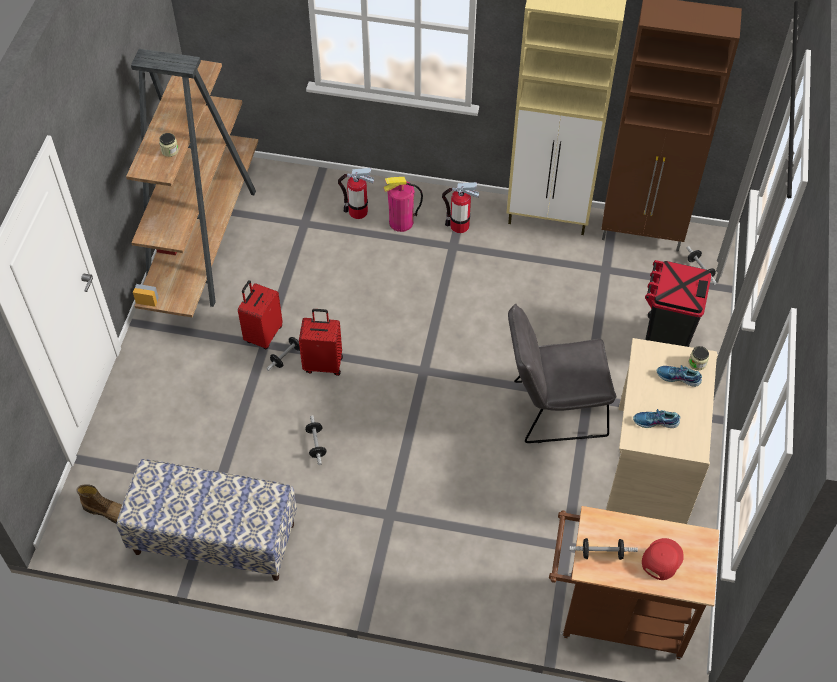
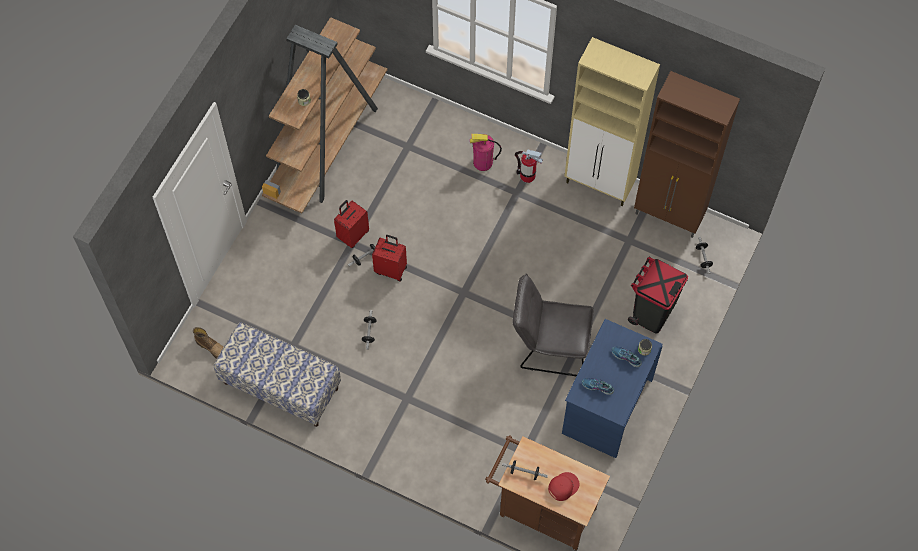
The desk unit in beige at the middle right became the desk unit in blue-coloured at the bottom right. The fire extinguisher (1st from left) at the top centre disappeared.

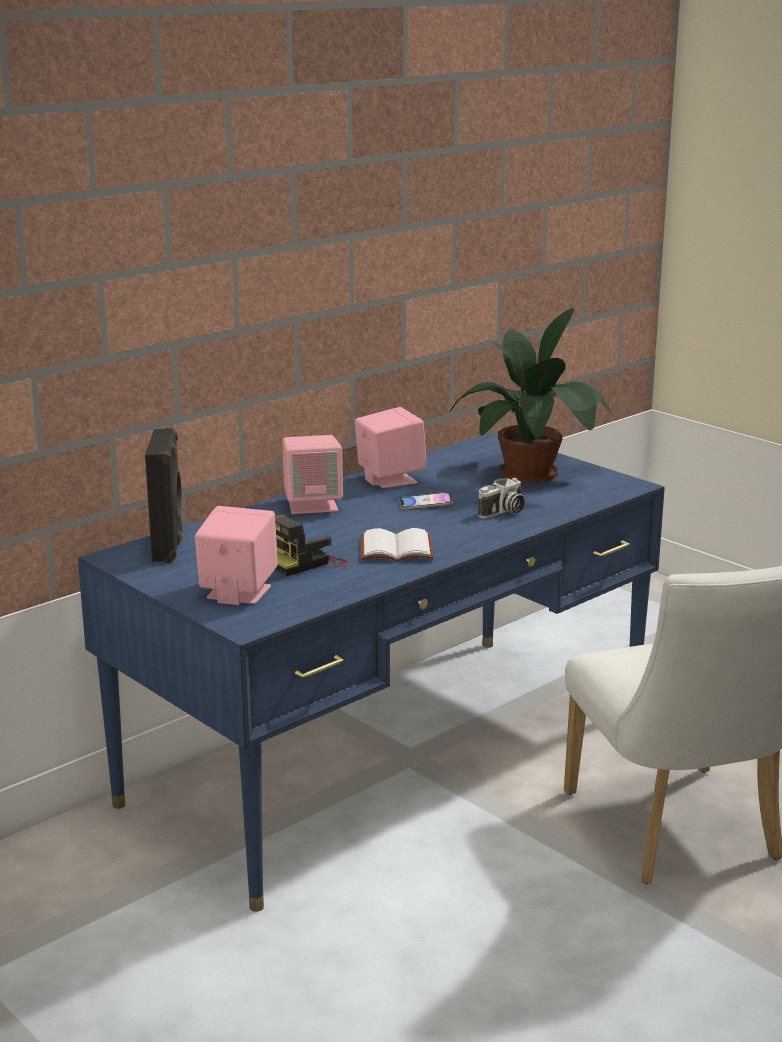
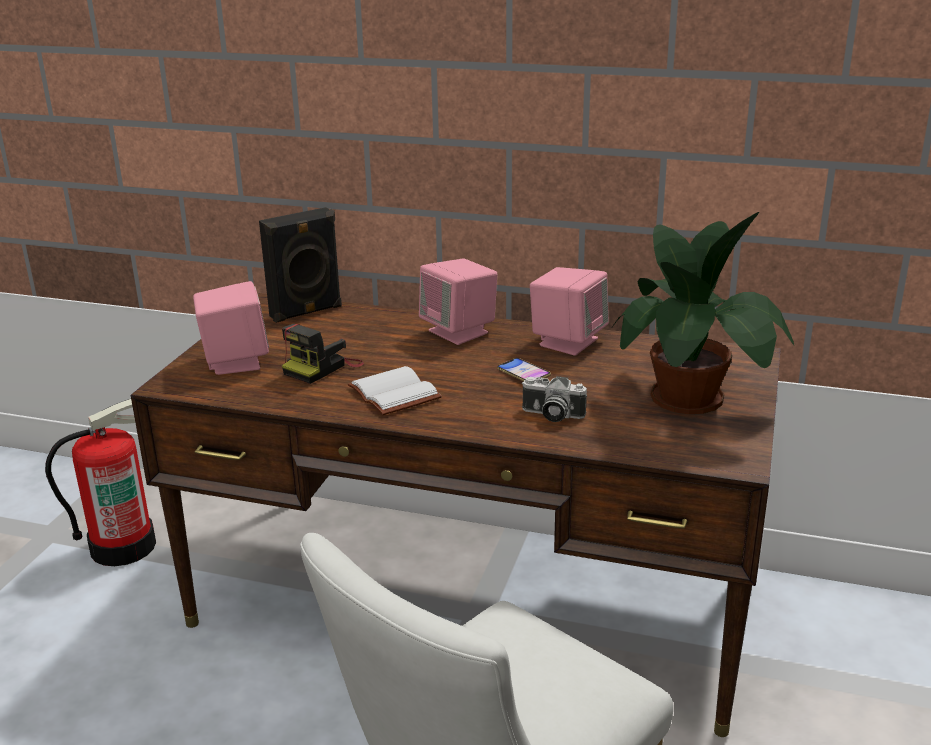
The fire extinguisher at the middle left appeared. The desk unit in blue-coloured at the centre became the desk unit in brown at the bottom centre. The photo camera (1st from left) at the centre turned 75 degrees counterclockwise.

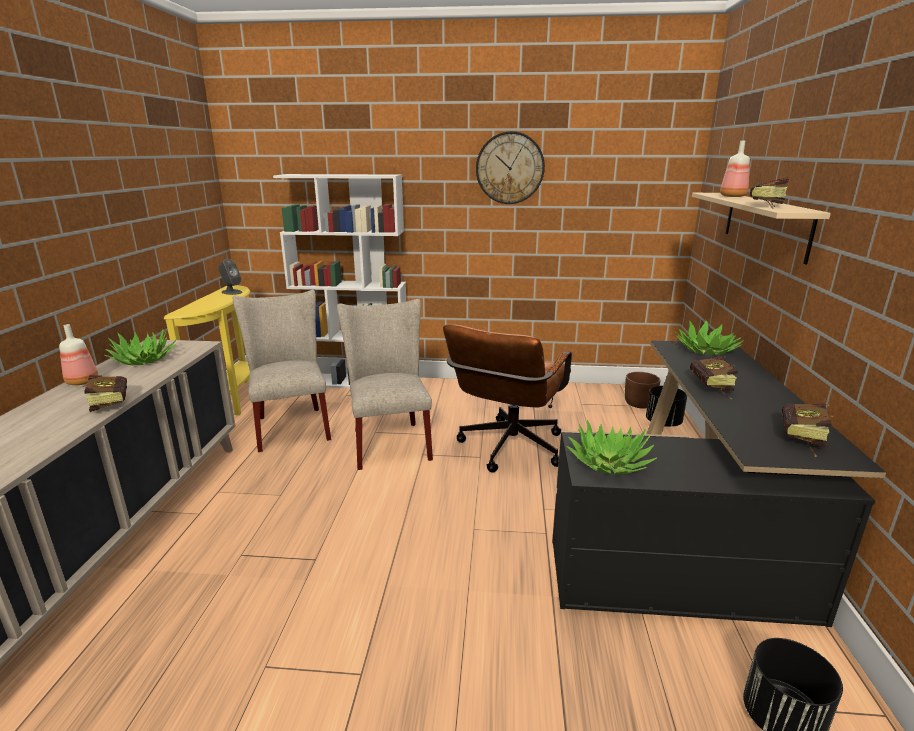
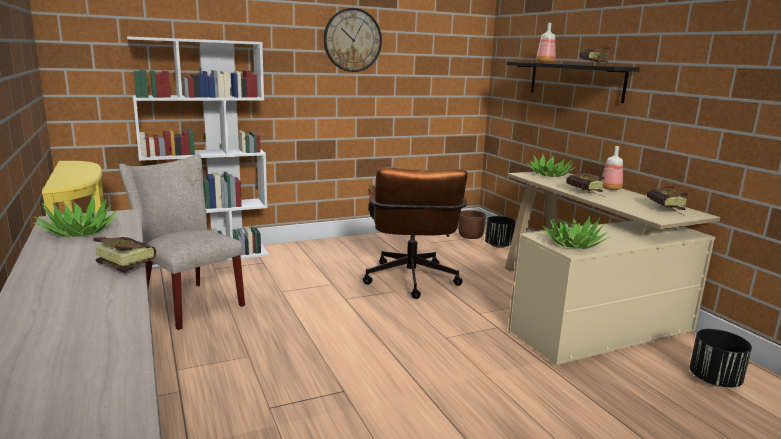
The desk unit in black-coloured at the middle right became the desk unit in beige at the middle right. The shelf in beige at the top right became the shelf in black-coloured at the top right. The beverage bottle (1st from left in the first image) moved from the middle left to the middle right. The audio speaker in greyish at the middle left disappeared. The chair in beige (2nd from left) at the centre disappeared.

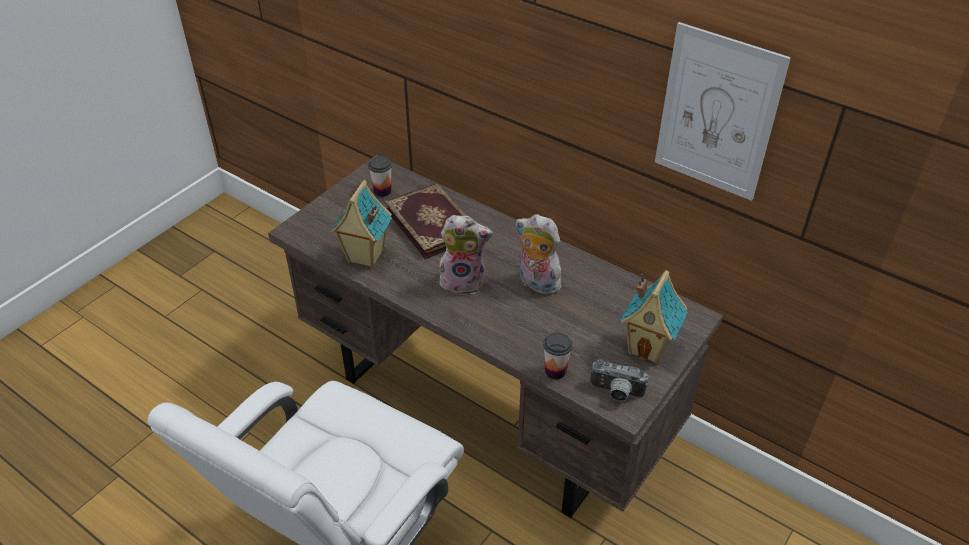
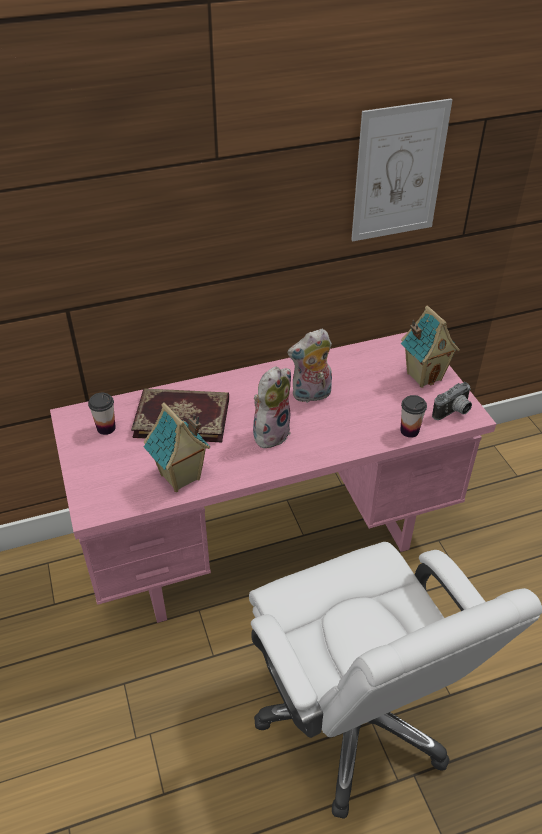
The desk unit in brown at the centre became the desk unit in pinkish at the centre.

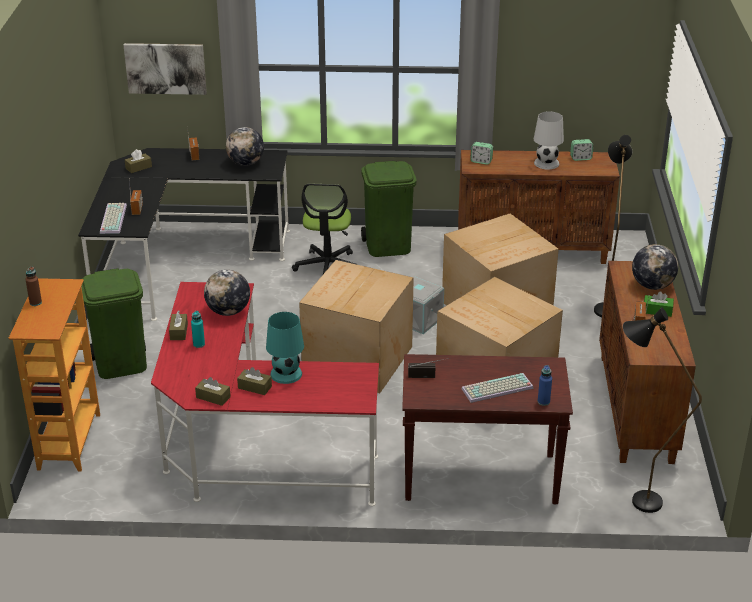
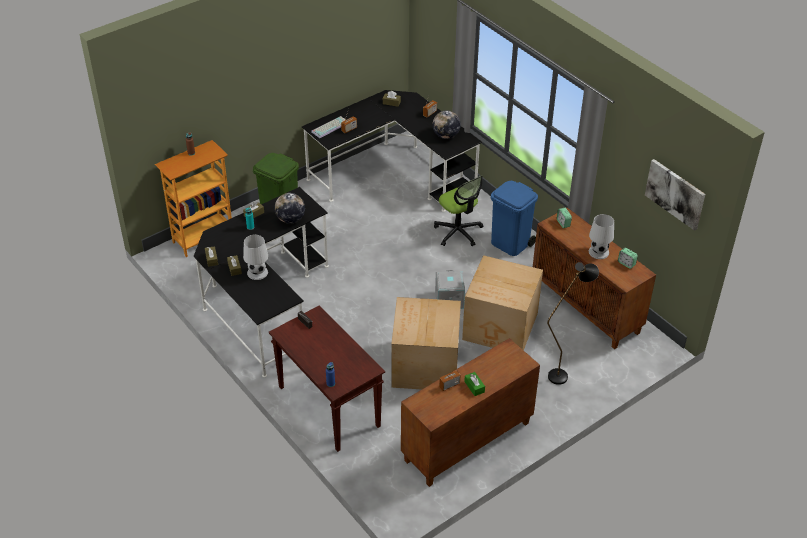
The desk unit in red-coloured at the centre became the desk unit in black-coloured (1st from left) at the middle left. The tabletop lamp in blue-green at the centre became the tabletop lamp in whitish (1st from left) at the middle left. The computer chair at the centre turned 90 degrees counterclockwise. The trash can in green-coloured (2nd from left) at the centre became the trash can in blue-coloured at the centre. The picture moved from the top left to the middle right. The carton (1st from left) at the centre disappeared. The PC keyboard (2nd from left) at the centre disappeared. The floor lamp in black-coloured (2nd from left) at the bottom right disappeared. The desk globe (3rd from left) at the middle right disappeared.

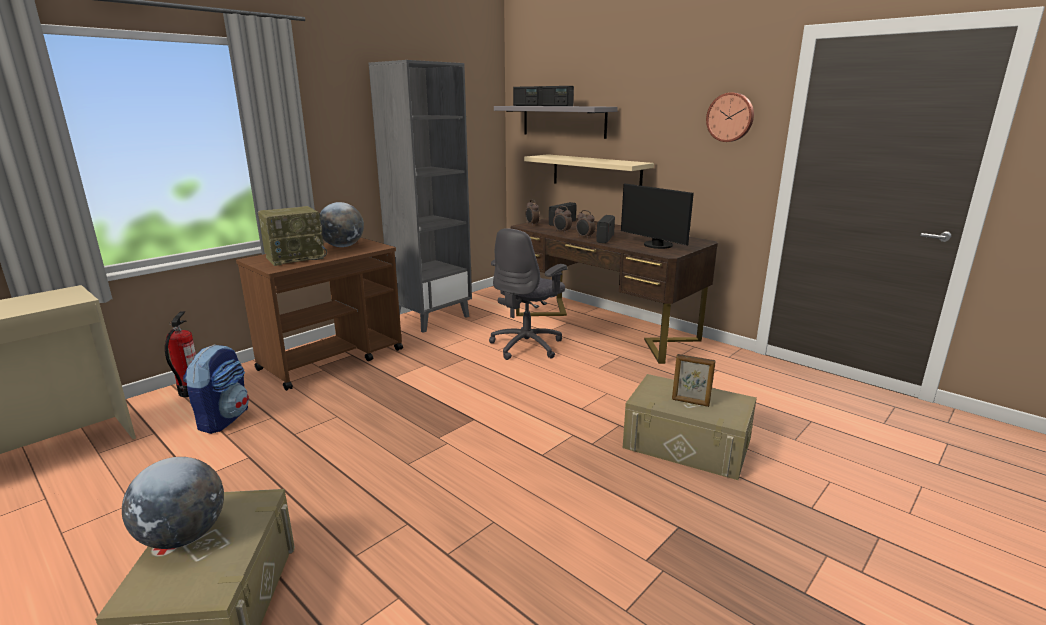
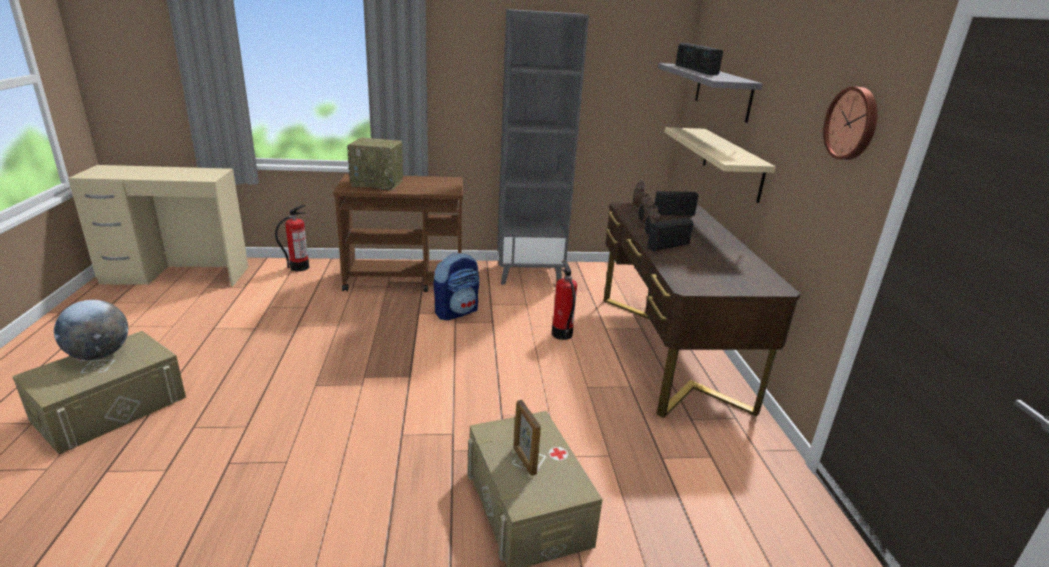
The backpack moved from the middle left to the centre. The computer chair in greyish at the centre was replaced by the fire extinguisher (2nd from left) at the centre. The desk globe (2nd from left) at the middle left disappeared. The computer display at the centre disappeared.

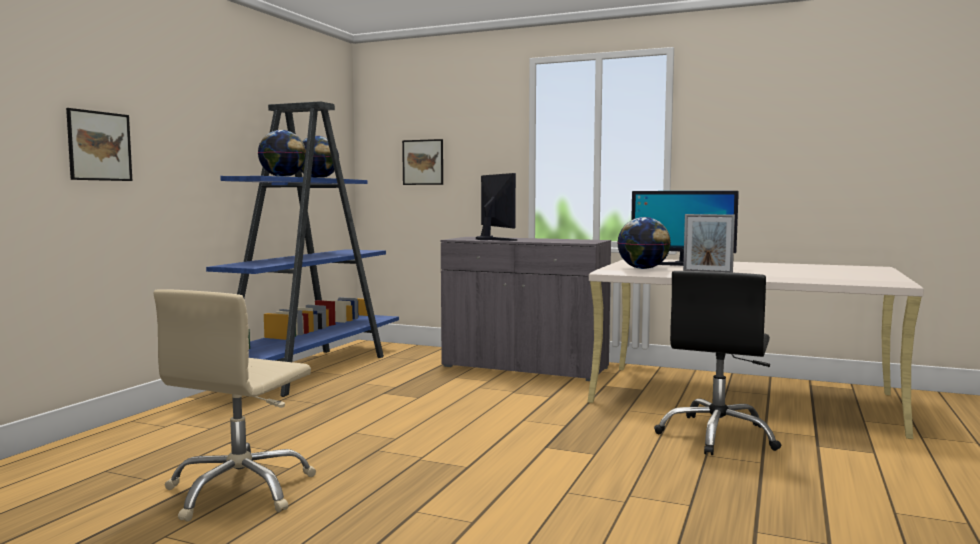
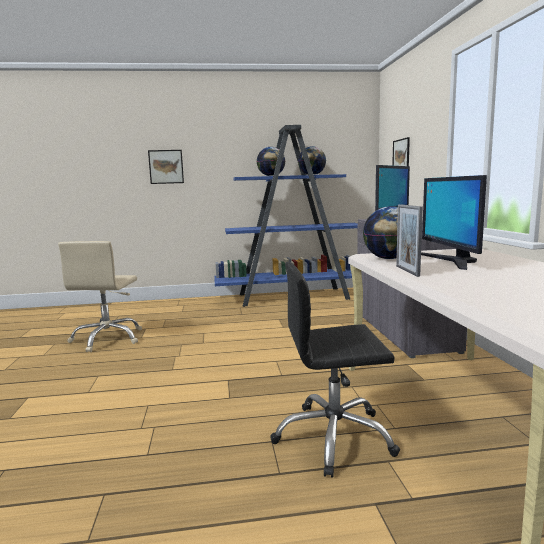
The computer chair in beige at the bottom left turned 75 degrees counterclockwise.

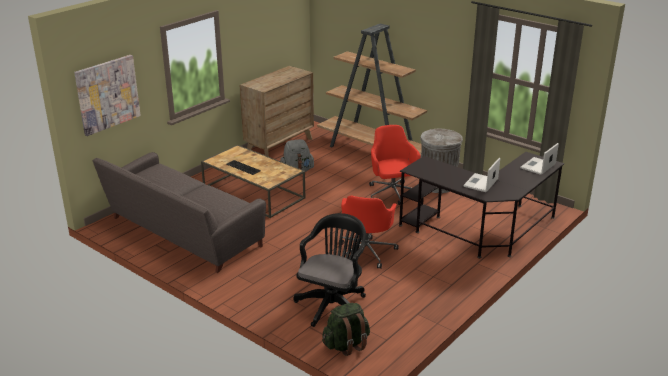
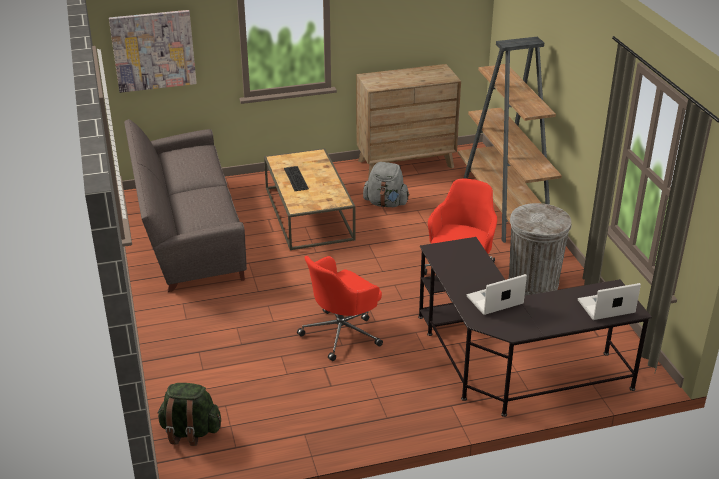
The computer chair in black-coloured at the bottom centre disappeared.

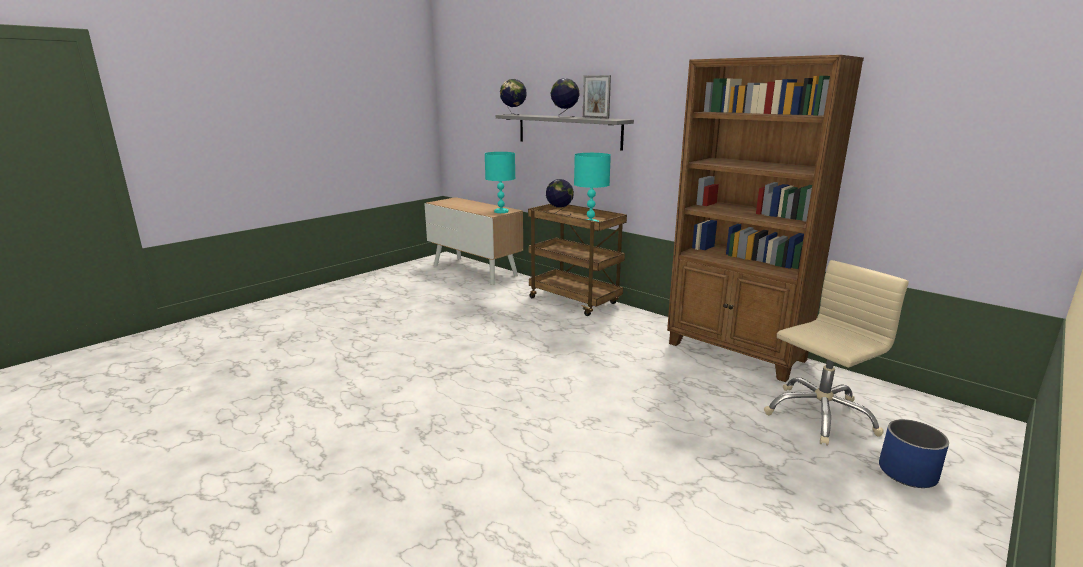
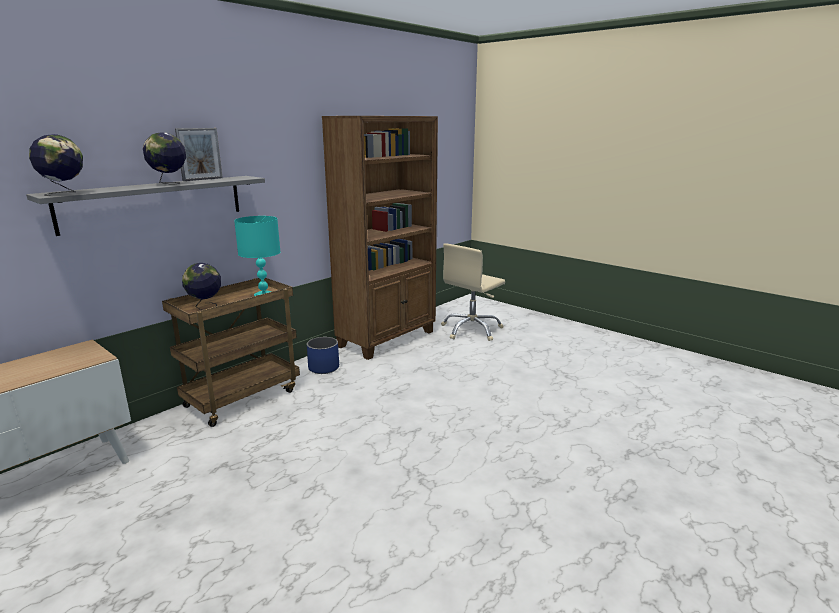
The plant pot in blue-coloured moved from the bottom right to the centre. The computer chair in beige at the middle right turned 105 degrees counterclockwise. The tabletop lamp in blue-green (1st from left) at the top centre disappeared.

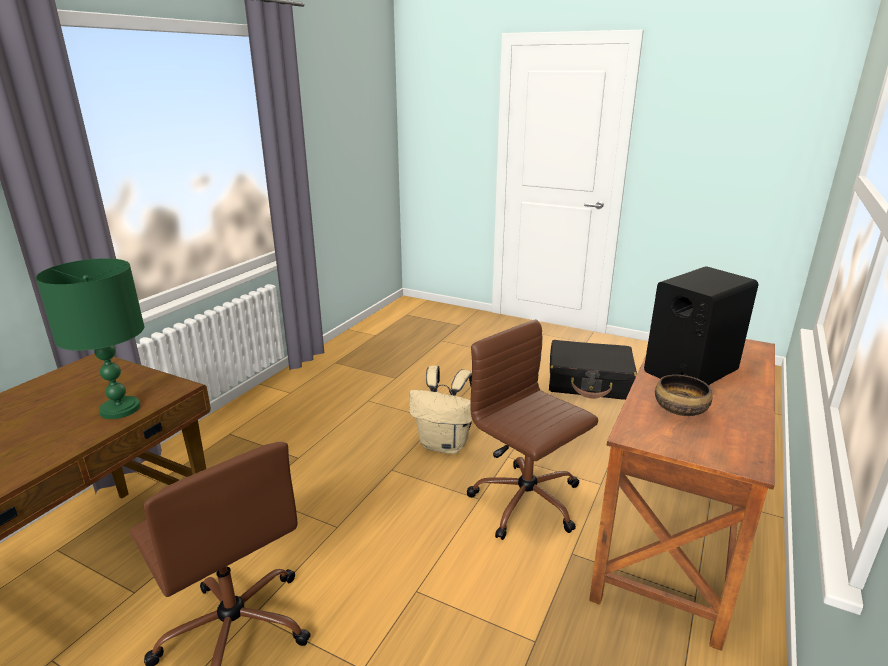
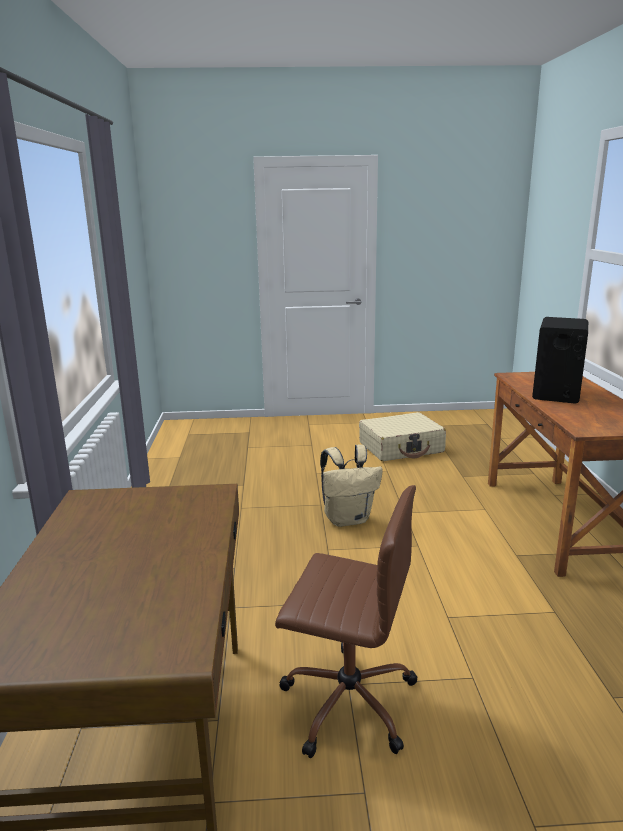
The travel case in black-coloured at the middle right became the travel case in beige at the centre. The tabletop lamp in green-coloured at the middle left disappeared. The computer chair in brown (2nd from left) at the centre disappeared. The serving bowl at the middle right disappeared.

